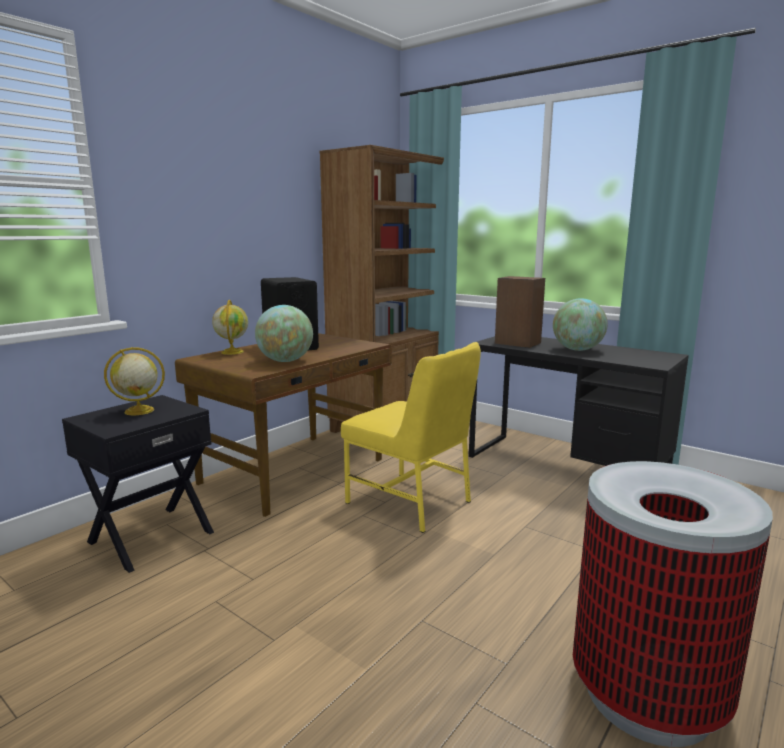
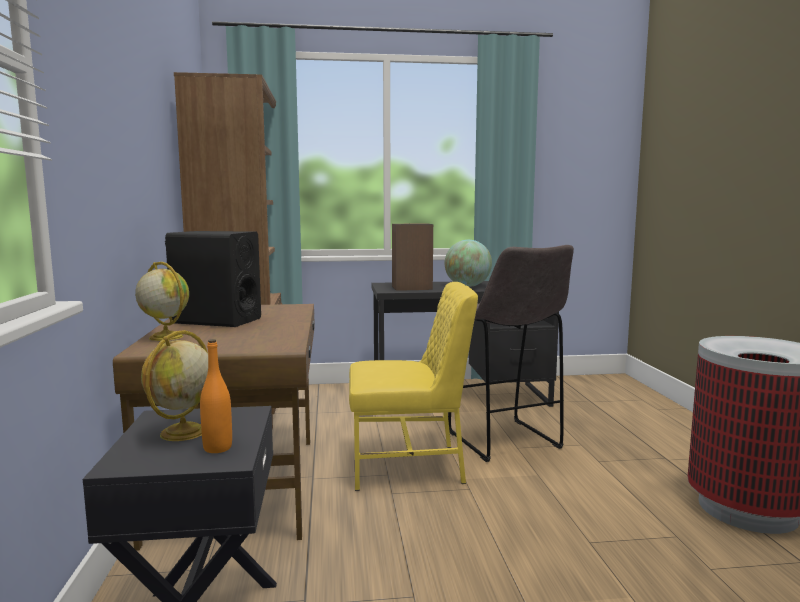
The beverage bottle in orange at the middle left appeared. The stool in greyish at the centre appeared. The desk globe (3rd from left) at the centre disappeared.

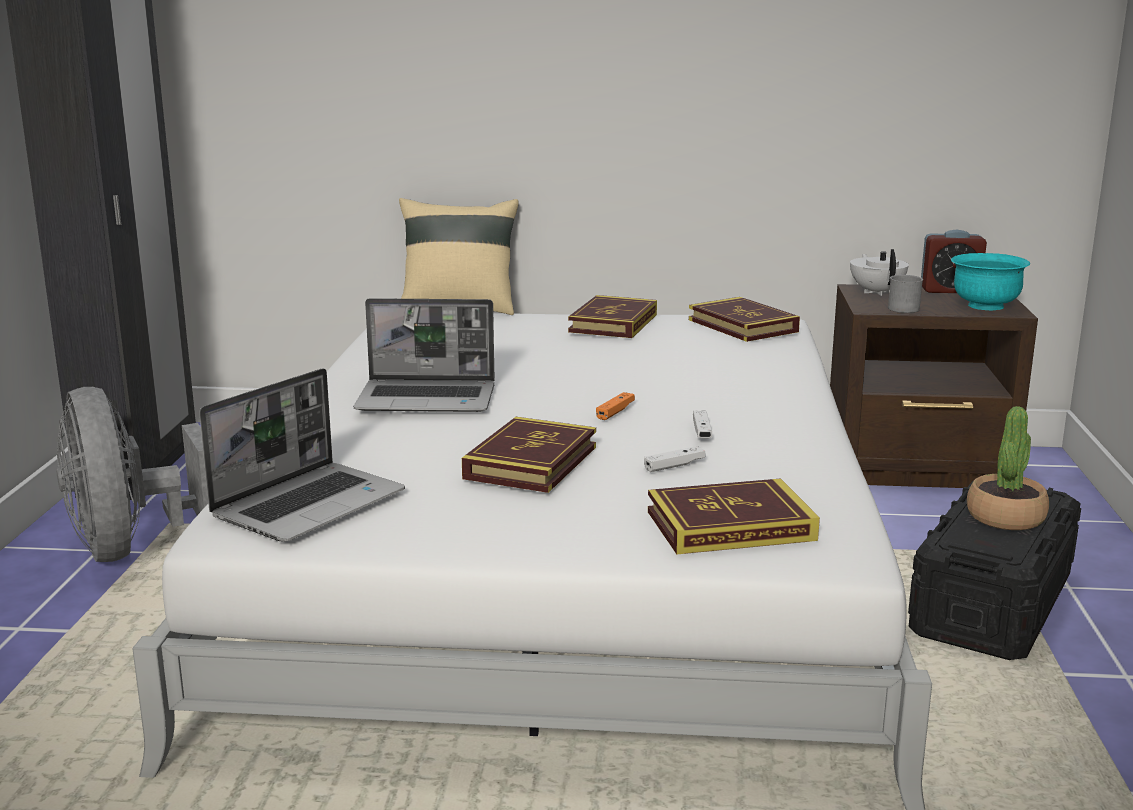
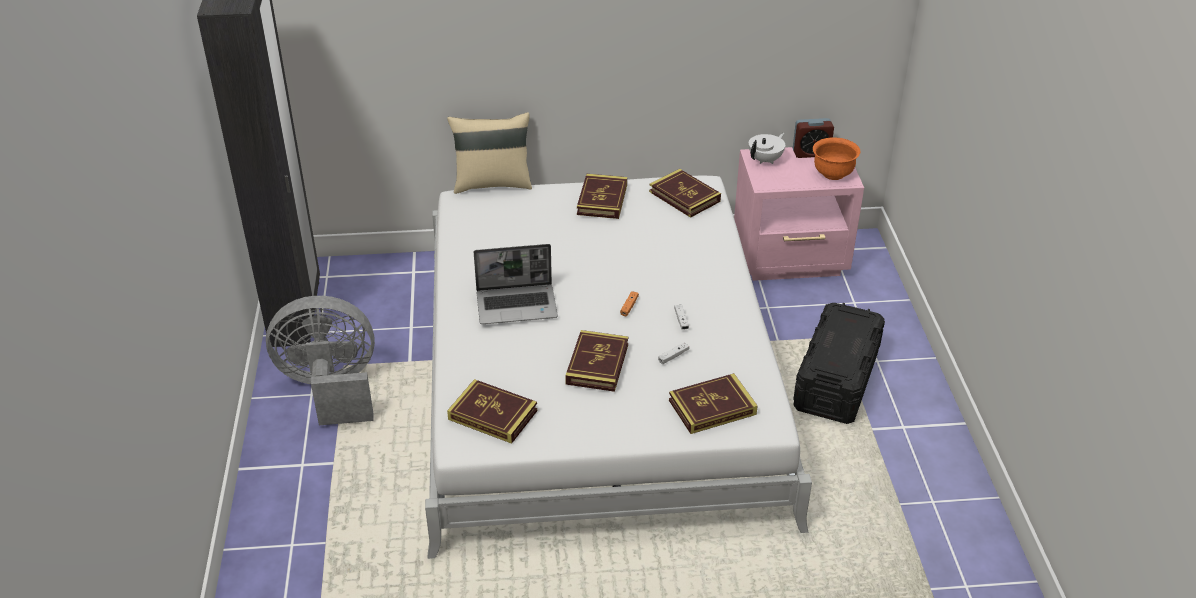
The cooling fan in greyish at the middle left turned 120 degrees clockwise. The laptop (1st from left) at the middle left was replaced by the bound book (1st from left) at the bottom centre. The nightstand in brown at the middle right became the nightstand in pinkish at the middle right. The tea pot in whitish at the middle right turned 60 degrees clockwise. The serving bowl in blue-green at the middle right became the serving bowl in orange at the top right. The tea mug in greyish at the middle right disappeared. The houseplant at the middle right disappeared.

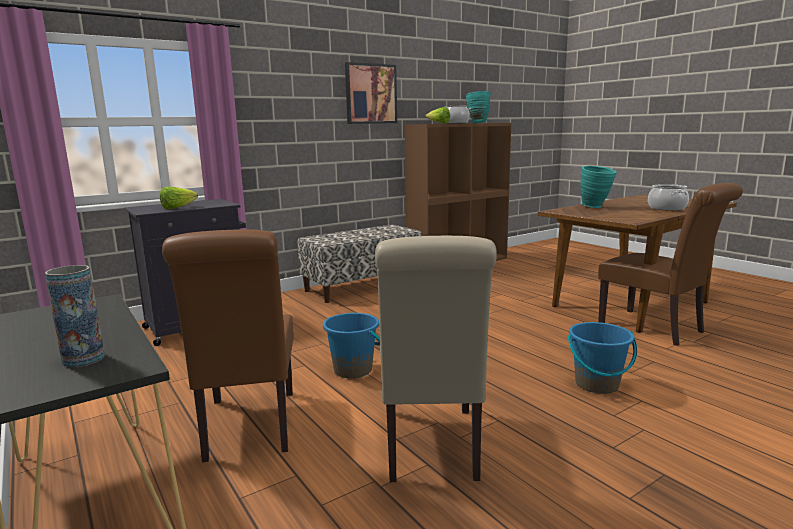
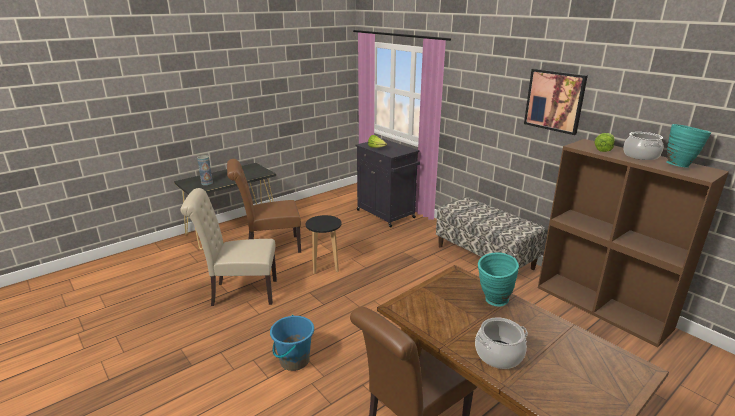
The bucket in blue-coloured (1st from left) at the centre was replaced by the stool in black-coloured at the centre.

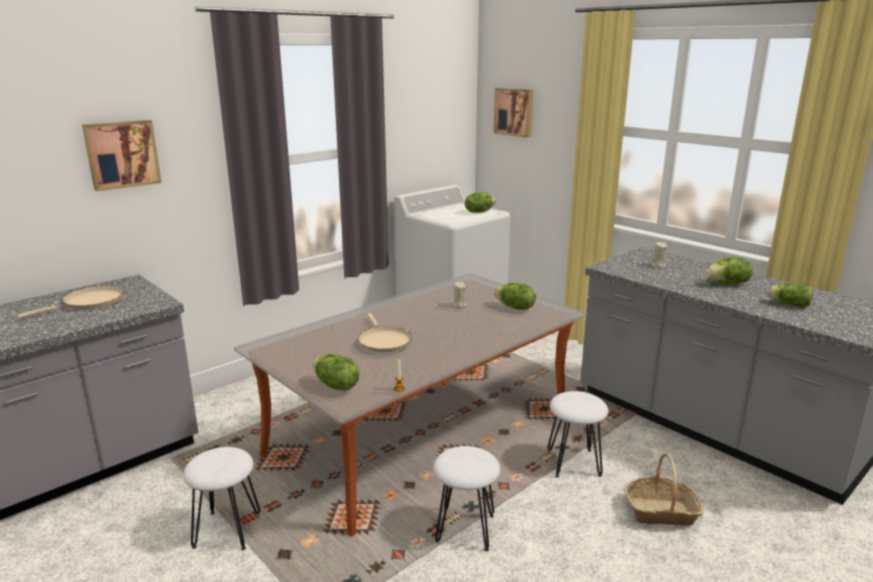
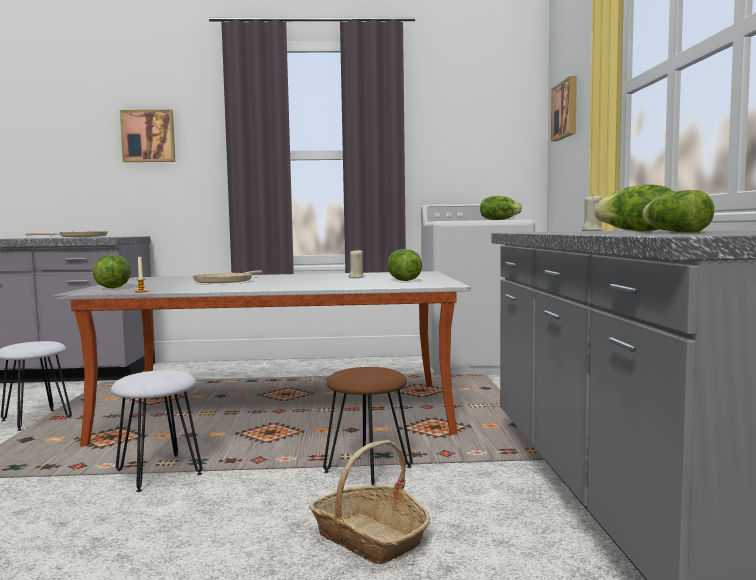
The stool in whitish (3rd from left) at the bottom centre became the stool in brown at the bottom centre.

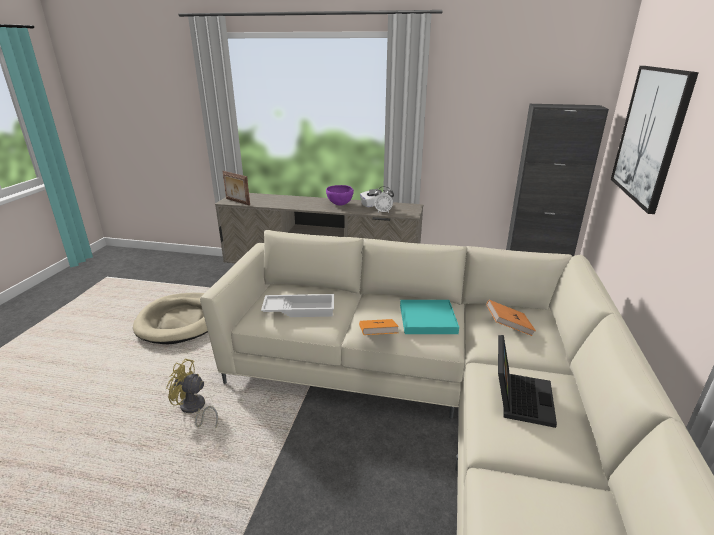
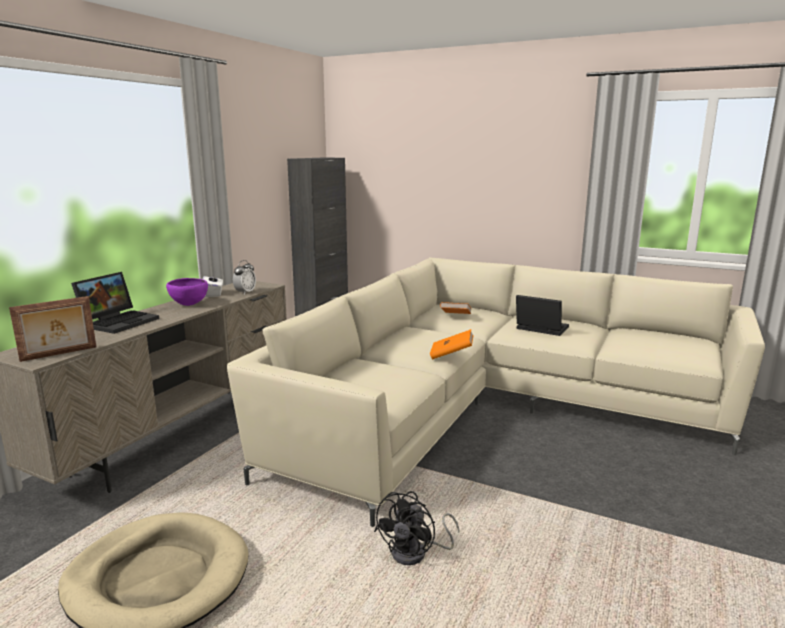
The laptop (1st from left) at the middle left appeared. The cooling fan in yellowish at the bottom left became the cooling fan in black-coloured at the bottom centre. The carrying tray in whitish at the centre disappeared. The carrying tray in blue-green at the centre disappeared. The picture at the top right disappeared.

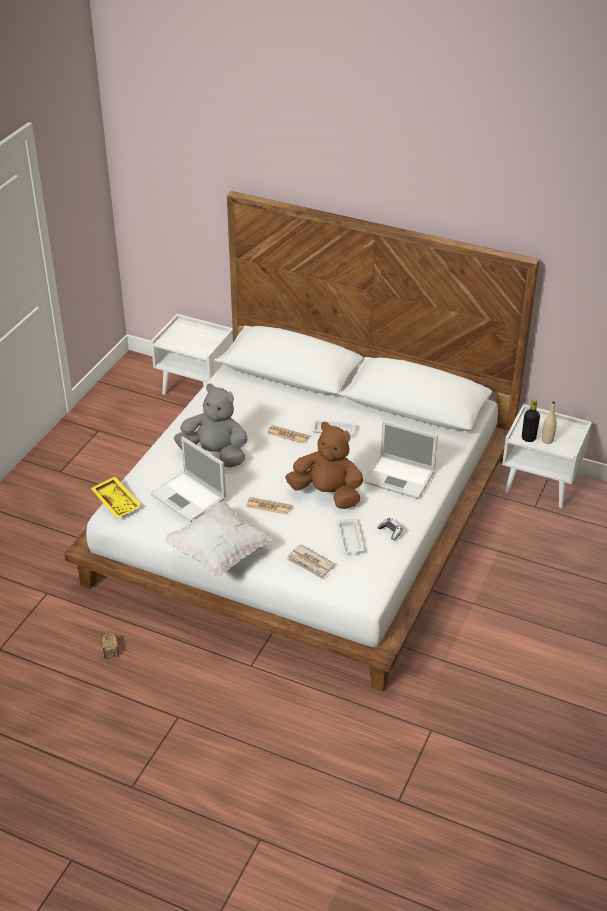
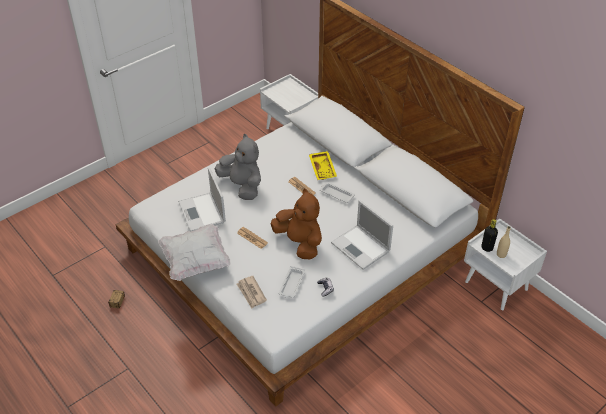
The carrying tray in yellowish moved from the middle left to the centre.

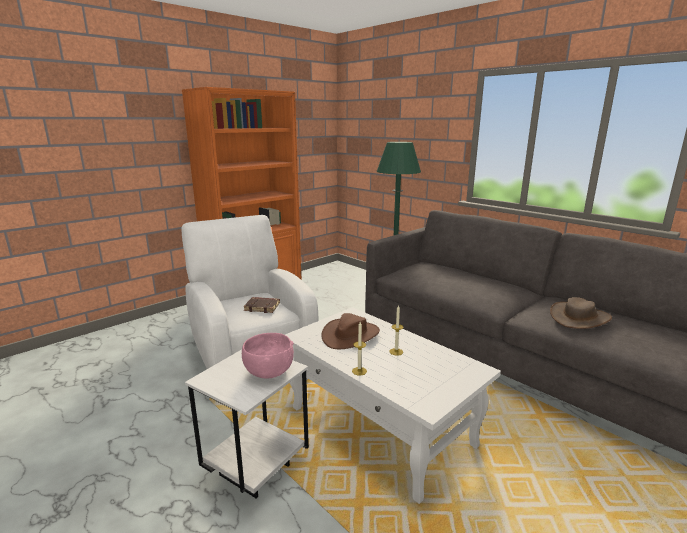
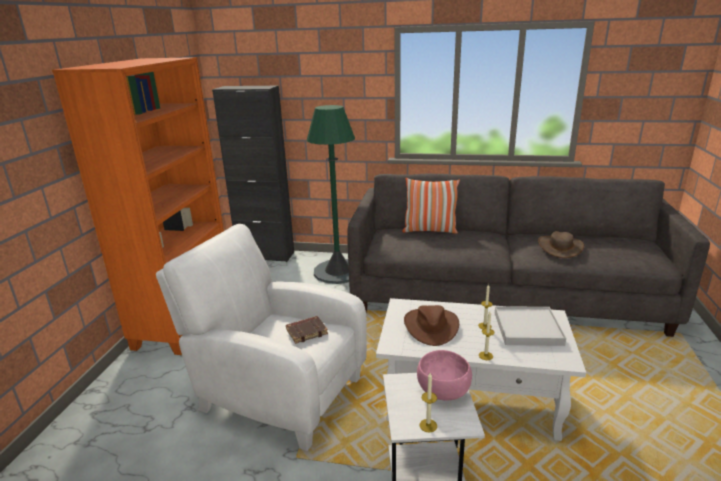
The cabinet in black-coloured at the centre appeared. The pillow at the centre appeared. The wax candle (1st from left) at the bottom centre appeared. The carrying tray in whitish at the bottom right appeared.

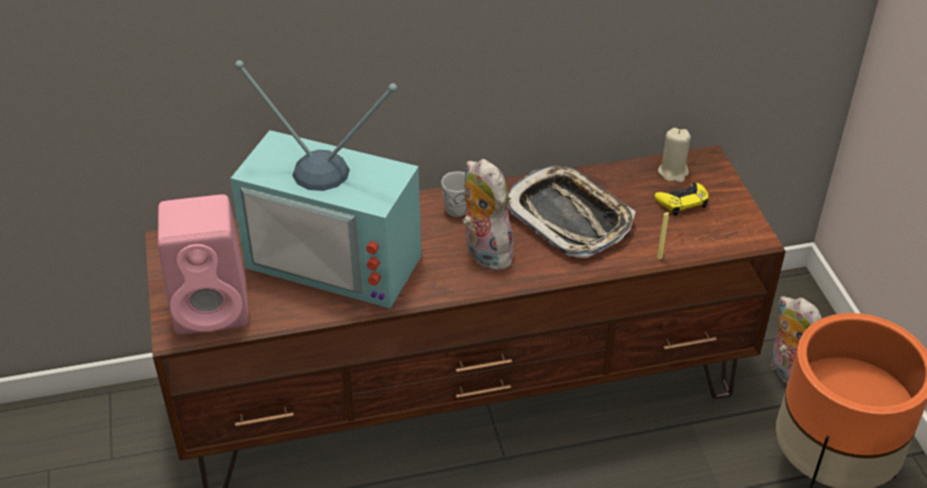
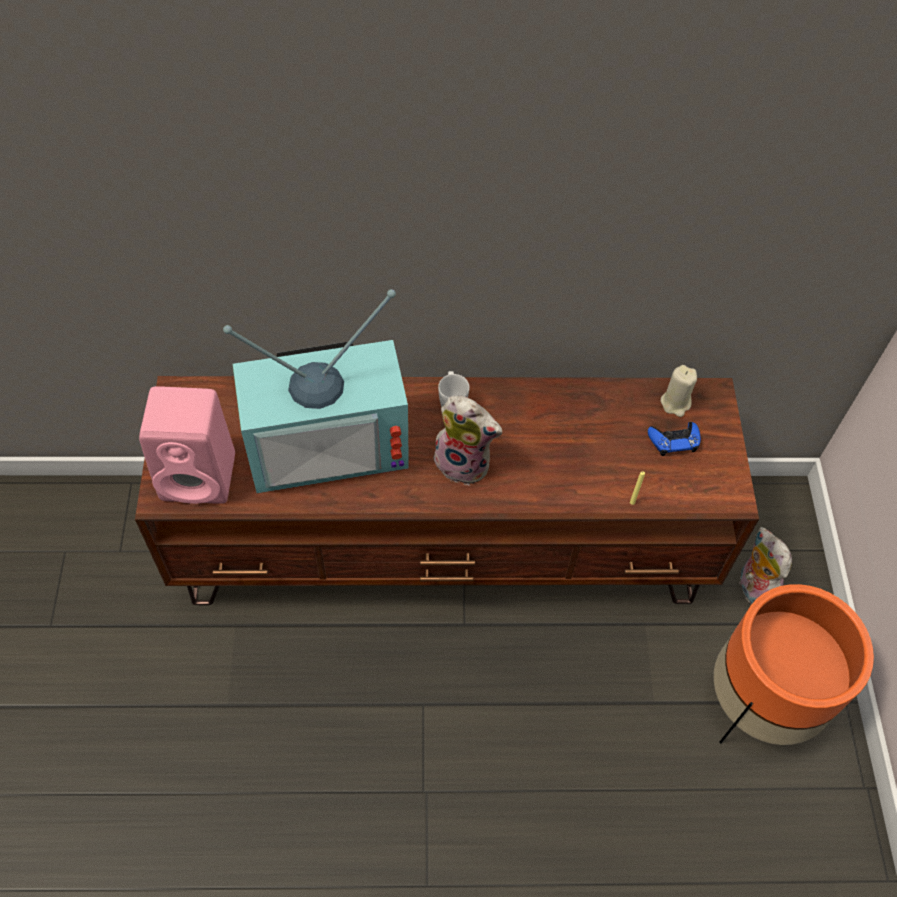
The TV at the centre turned 45 degrees counterclockwise. The cuddly toy (1st from left) at the centre turned 135 degrees clockwise. The joypad in yellowish at the middle right became the joypad in blue-coloured at the middle right. The carrying tray at the centre disappeared.

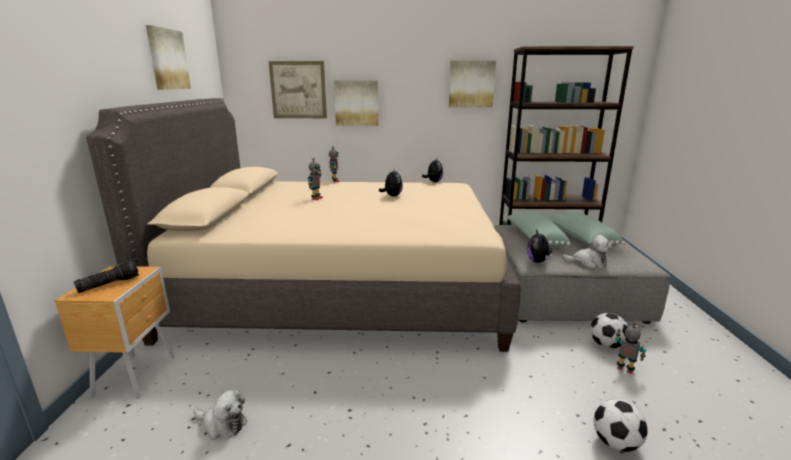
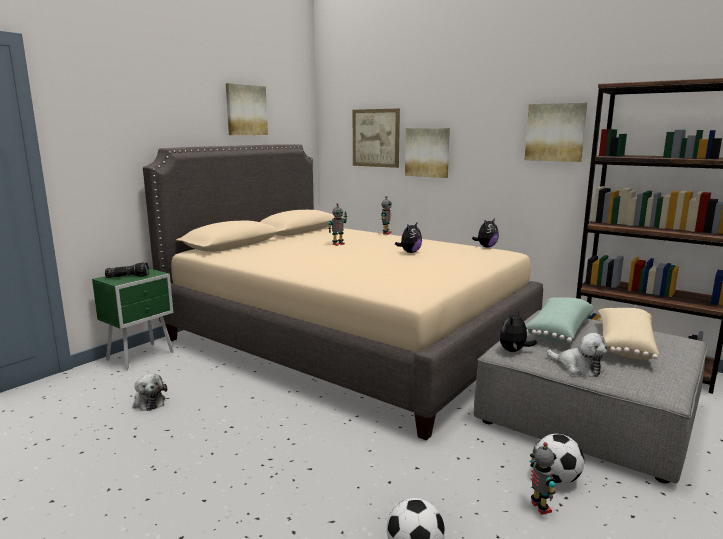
The nightstand in brown at the bottom left became the nightstand in green-coloured at the middle left. The pillow in green-coloured (2nd from left) at the middle right became the pillow in beige at the middle right.

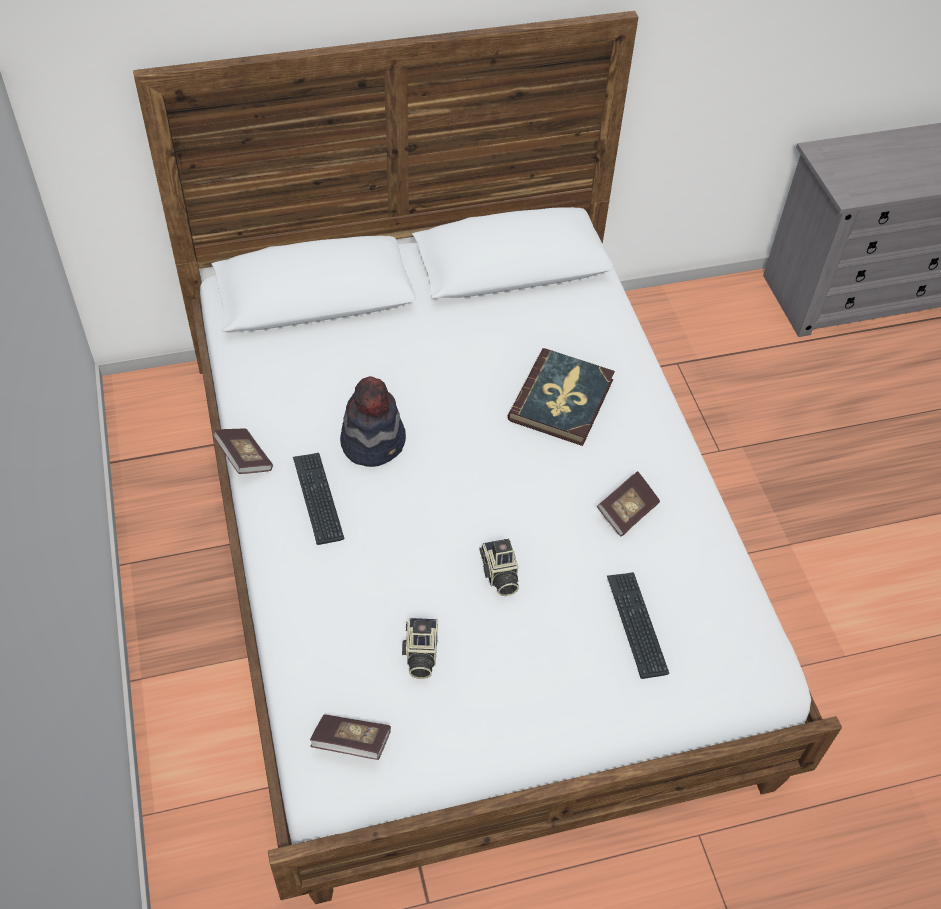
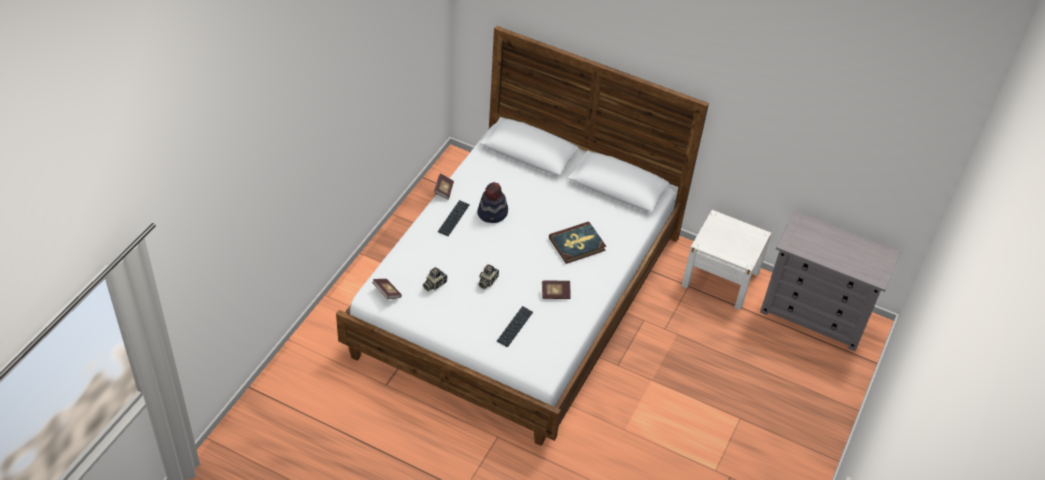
The nightstand in whitish at the middle right appeared.

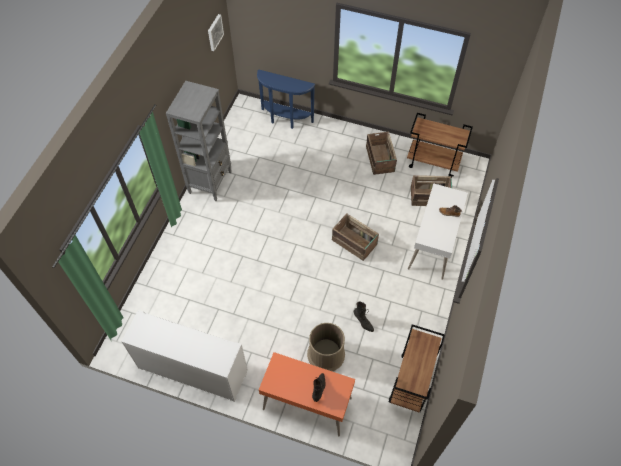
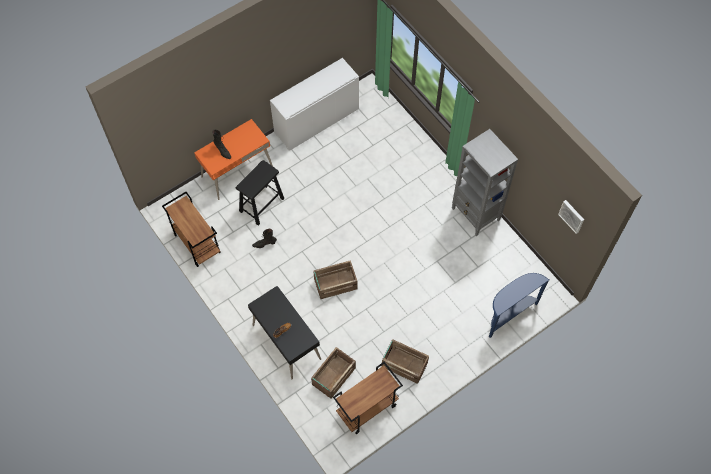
The trash can in brown at the bottom centre was replaced by the stool in black-coloured at the centre. The desk unit in whitish at the middle right became the desk unit in black-coloured at the bottom centre.

